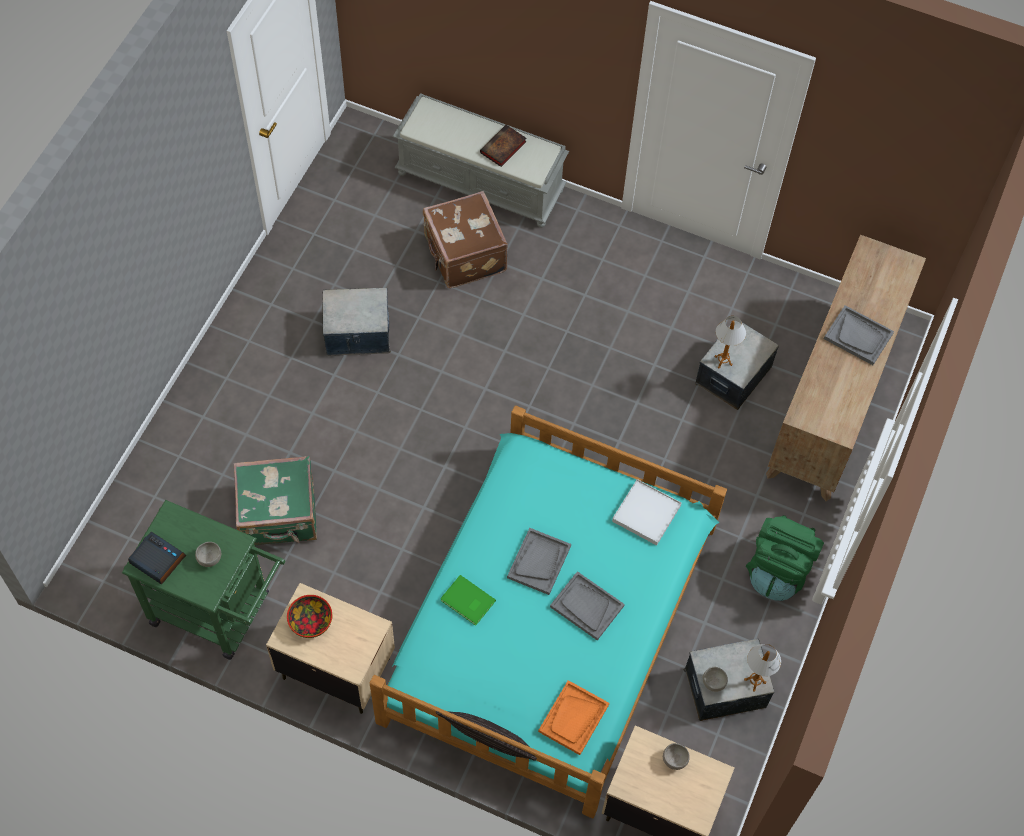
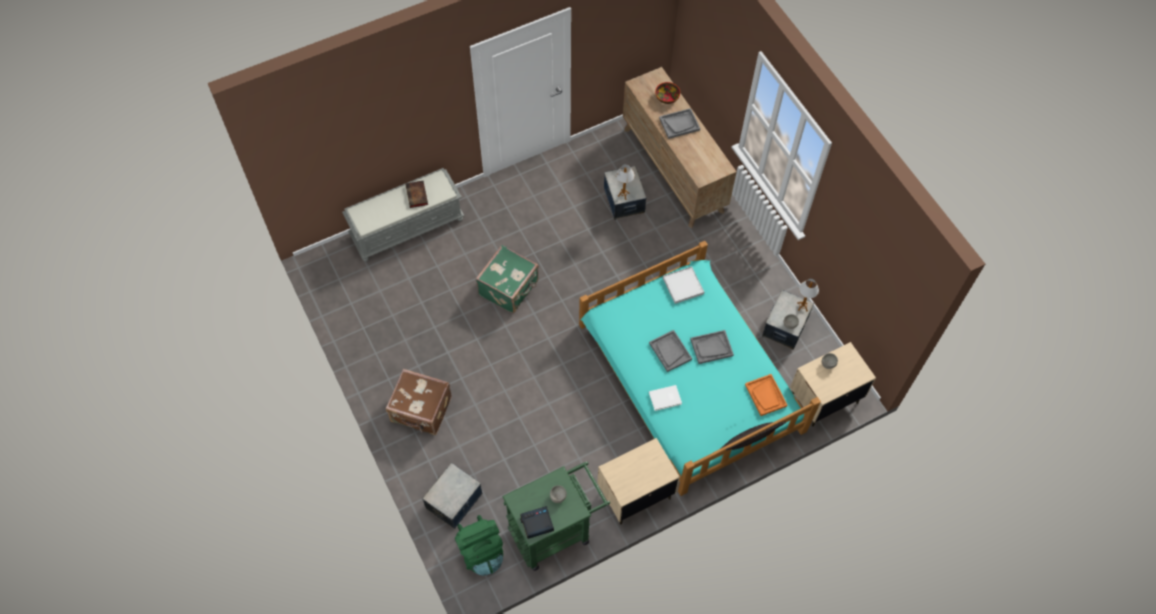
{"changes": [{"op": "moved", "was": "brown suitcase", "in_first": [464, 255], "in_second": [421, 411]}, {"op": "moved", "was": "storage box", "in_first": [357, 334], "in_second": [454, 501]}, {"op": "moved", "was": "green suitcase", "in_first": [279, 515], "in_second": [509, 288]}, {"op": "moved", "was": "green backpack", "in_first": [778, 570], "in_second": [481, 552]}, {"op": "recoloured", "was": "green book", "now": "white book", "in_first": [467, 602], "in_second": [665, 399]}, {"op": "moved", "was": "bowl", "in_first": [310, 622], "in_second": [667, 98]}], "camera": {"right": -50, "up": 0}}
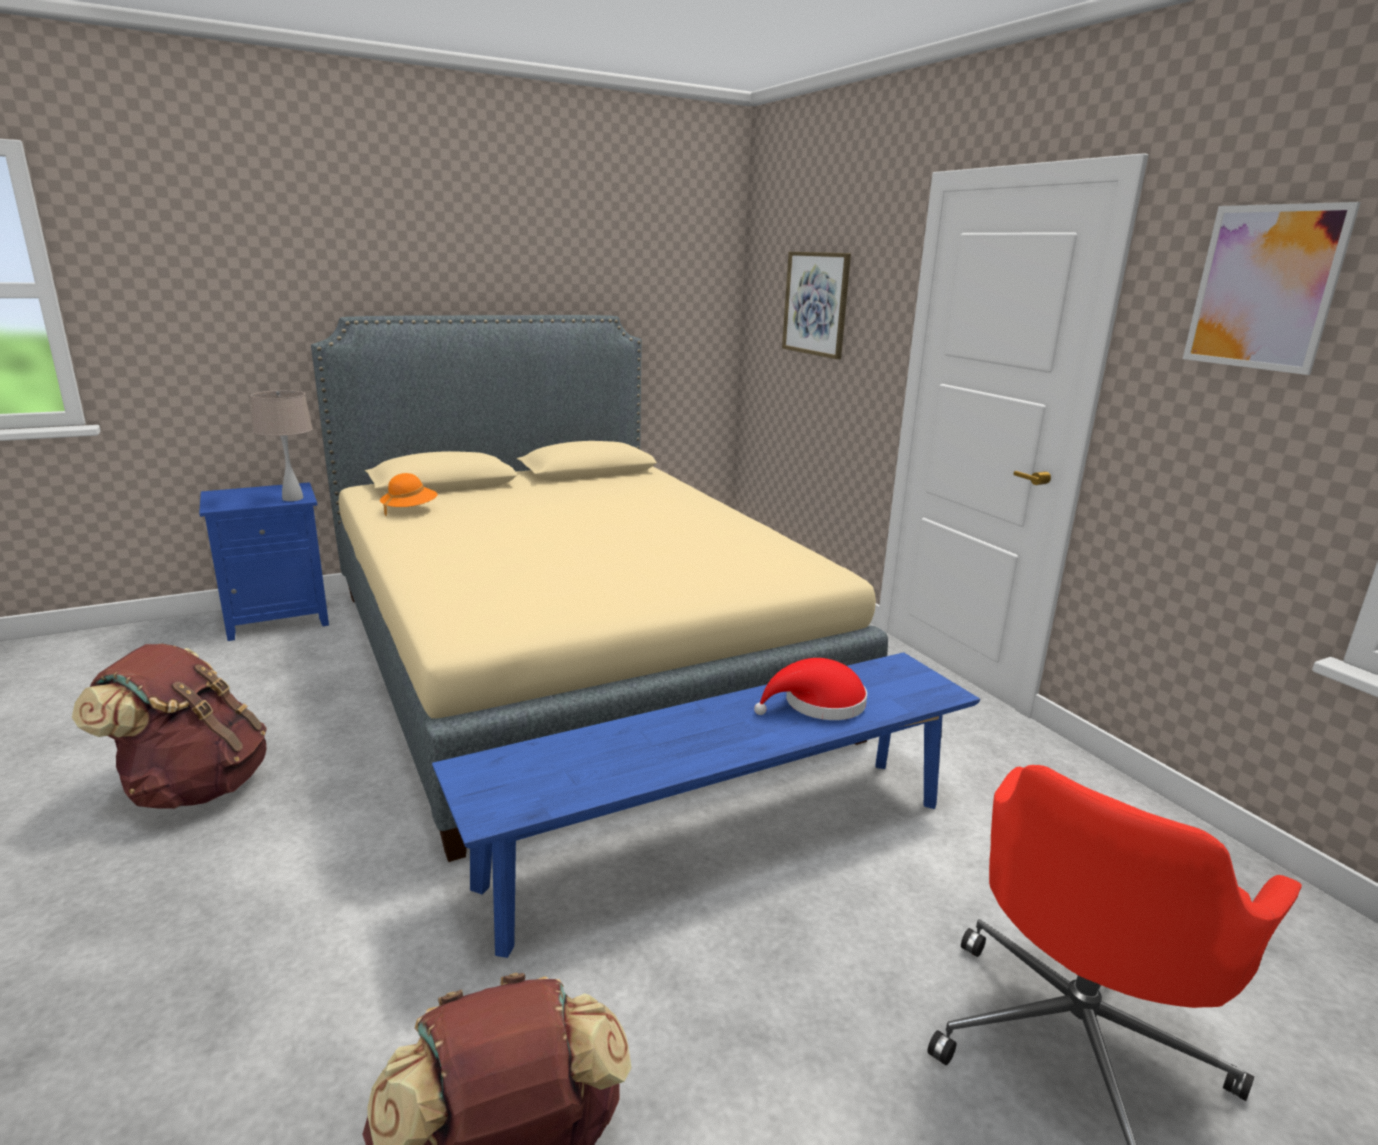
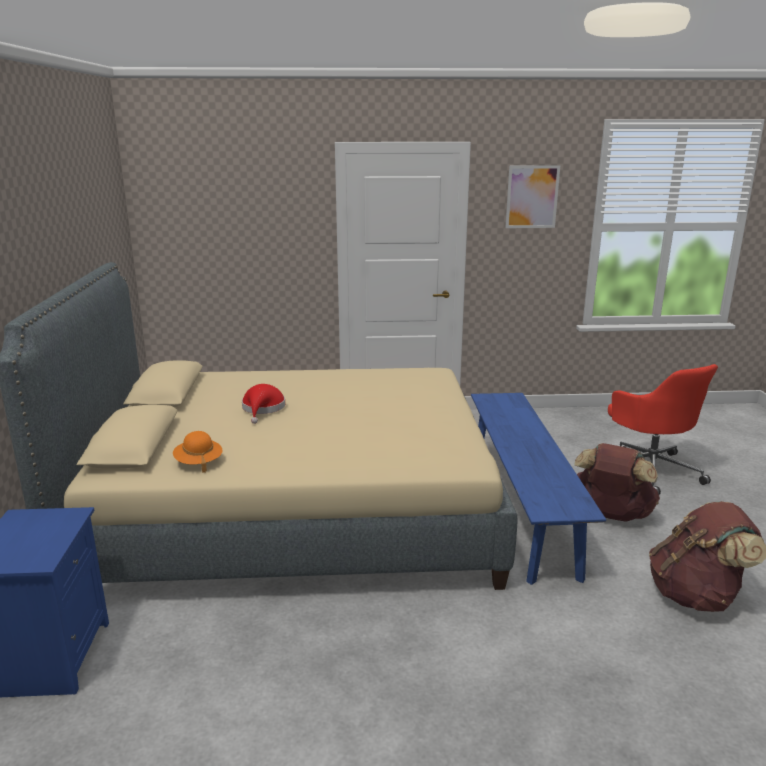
{"changes": [{"op": "removed", "was": "picture", "in_first": [816, 304]}, {"op": "removed", "was": "beige table lamp", "in_first": [292, 498]}, {"op": "moved", "was": "brown backpack", "in_first": [193, 787], "in_second": [610, 515]}, {"op": "moved", "was": "red hat", "in_first": [818, 704], "in_second": [263, 409]}], "camera": {"right": -65, "up": 0}}
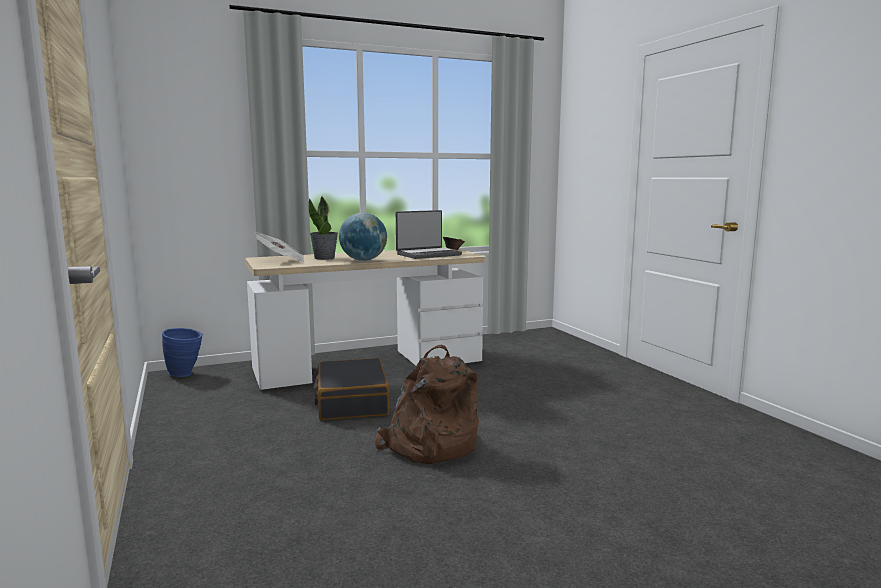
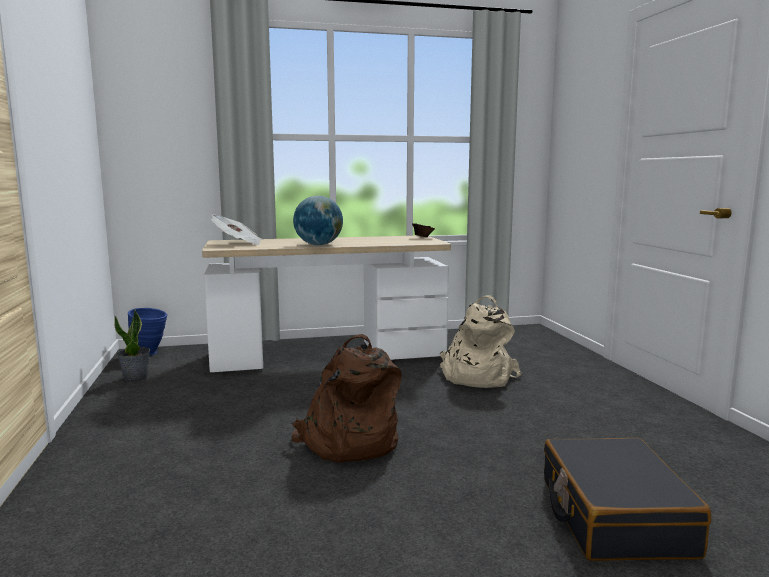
{"changes": [{"op": "moved", "was": "potted plant", "in_first": [324, 258], "in_second": [136, 378]}, {"op": "removed", "was": "laptop", "in_first": [428, 254]}, {"op": "moved", "was": "black suitcase", "in_first": [351, 402], "in_second": [613, 516]}, {"op": "added", "now": "beige backpack", "in_second": [475, 376]}], "camera": {"right": 10, "up": 0}}
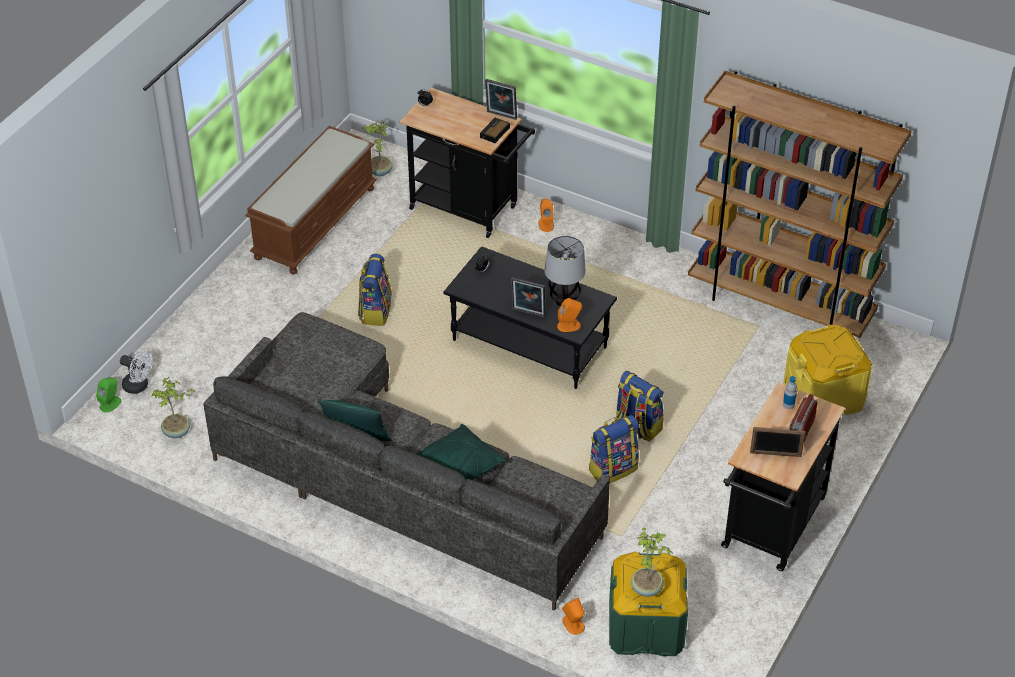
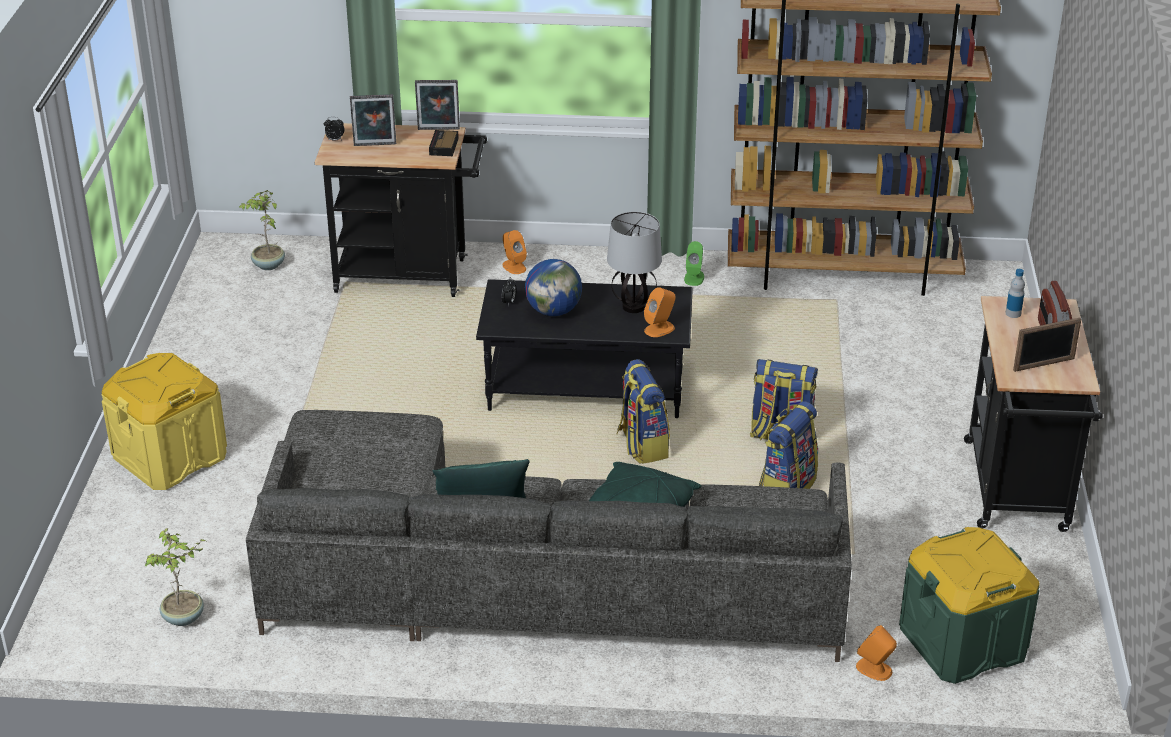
{"changes": [{"op": "removed", "was": "brown bench", "in_first": [315, 222]}, {"op": "moved", "was": "backpack", "in_first": [375, 311], "in_second": [642, 445]}, {"op": "moved", "was": "picture frame", "in_first": [528, 314], "in_second": [375, 145]}, {"op": "moved", "was": "yellow storage box", "in_first": [823, 396], "in_second": [170, 456]}, {"op": "removed", "was": "white fan", "in_first": [139, 386]}, {"op": "moved", "was": "green speaker", "in_first": [110, 404], "in_second": [694, 278]}, {"op": "removed", "was": "potted plant", "in_first": [647, 588]}, {"op": "added", "now": "globe", "in_second": [554, 311]}], "camera": {"right": -25, "up": -10}}
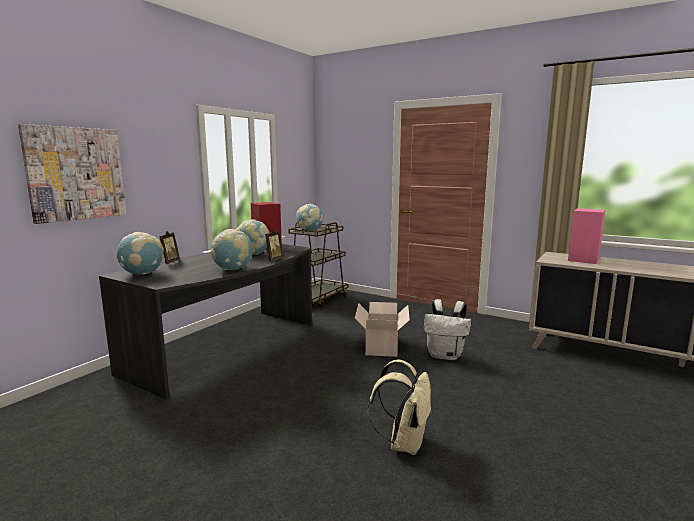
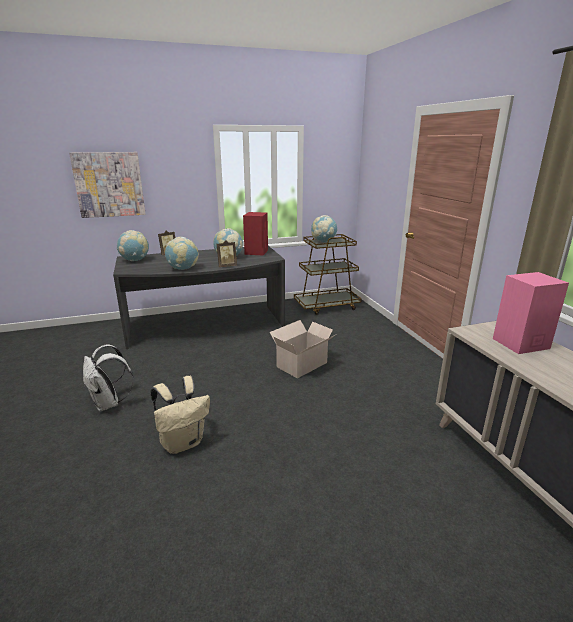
{"changes": [{"op": "moved", "was": "white backpack", "in_first": [445, 355], "in_second": [109, 403]}], "camera": {"right": 40, "up": 10}}
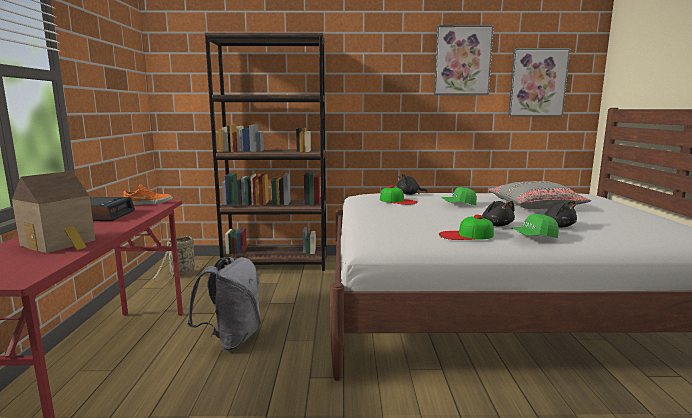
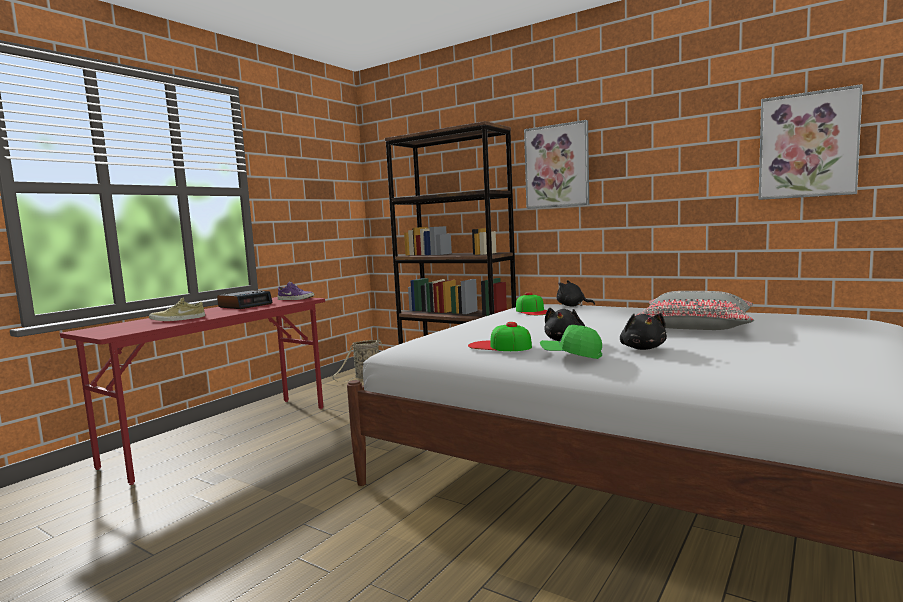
{"changes": [{"op": "moved", "was": "picture", "in_first": [462, 61], "in_second": [557, 166]}, {"op": "replaced", "was": "toy house", "now": "beige shoe", "in_first": [61, 243], "in_second": [178, 319]}, {"op": "recoloured", "was": "orange shoe", "now": "purple shoe", "in_first": [149, 203], "in_second": [296, 299]}, {"op": "removed", "was": "green cap", "in_first": [459, 204]}, {"op": "removed", "was": "grey backpack", "in_first": [231, 339]}], "camera": {"right": 35, "up": -5}}
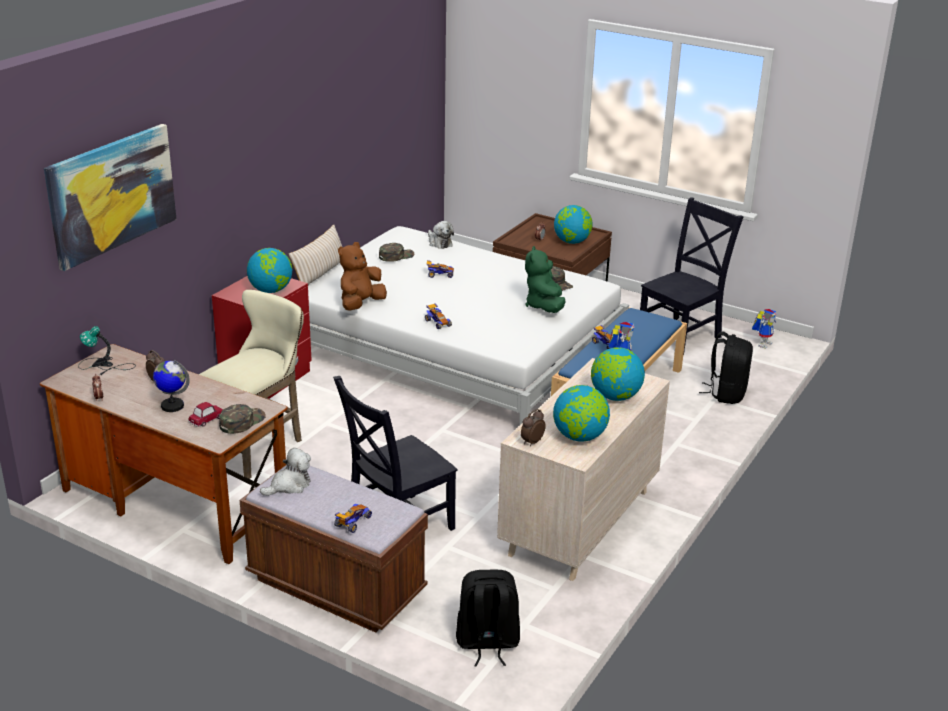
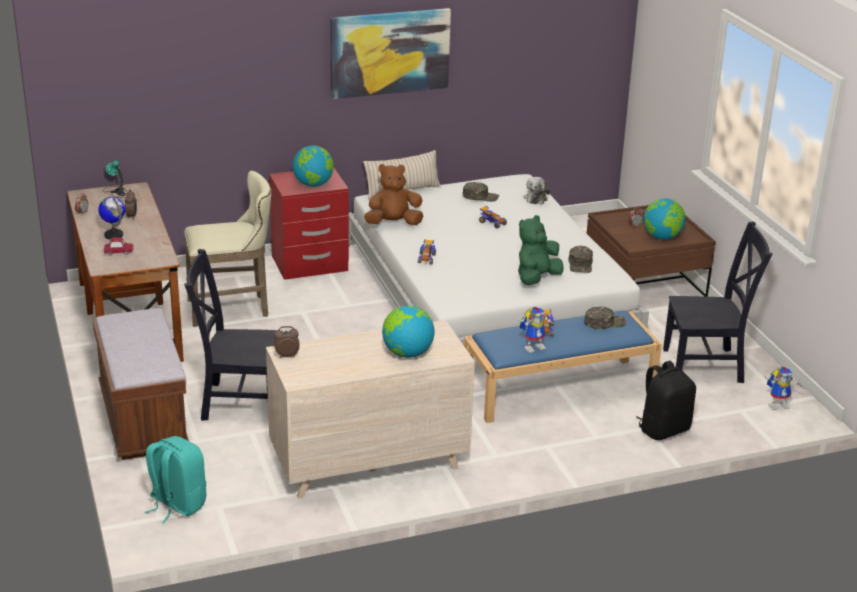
{"changes": [{"op": "moved", "was": "picture", "in_first": [112, 194], "in_second": [389, 52]}, {"op": "removed", "was": "globe", "in_first": [579, 437]}, {"op": "moved", "was": "green cap", "in_first": [241, 422], "in_second": [604, 322]}, {"op": "removed", "was": "plush toy", "in_first": [289, 485]}, {"op": "removed", "was": "toy car", "in_first": [352, 523]}, {"op": "recoloured", "was": "black backpack", "now": "turquoise backpack", "in_first": [487, 643], "in_second": [176, 504]}], "camera": {"right": 40, "up": 0}}
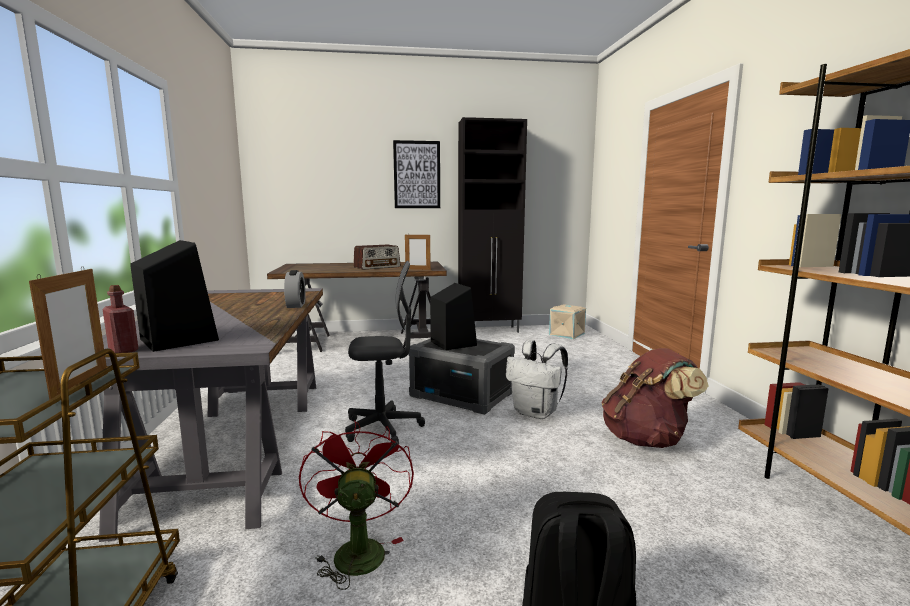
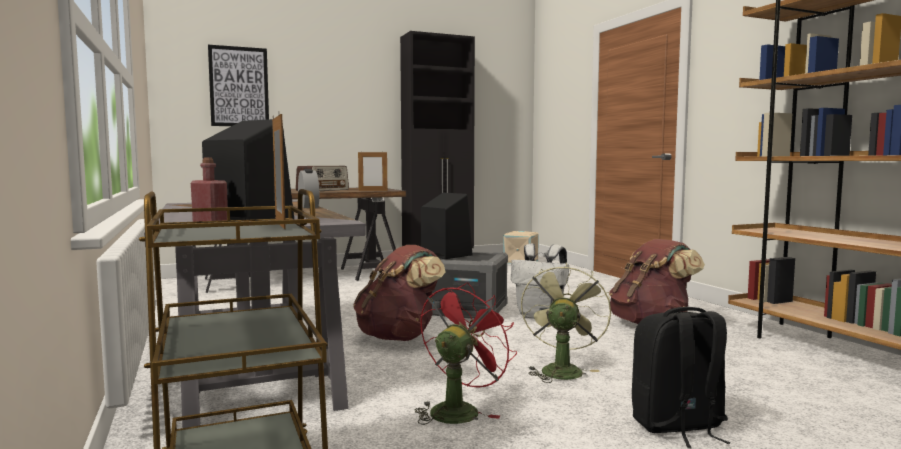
{"changes": [{"op": "moved", "was": "picture", "in_first": [417, 175], "in_second": [239, 87]}, {"op": "replaced", "was": "grey office chair", "now": "brown backpack", "in_first": [383, 428], "in_second": [399, 337]}, {"op": "turned", "was": "red fan", "in_first": [357, 549], "in_second": [459, 410], "clockwise": 60}, {"op": "added", "now": "green fan", "in_second": [561, 369]}], "camera": {"right": -15, "up": -5}}
